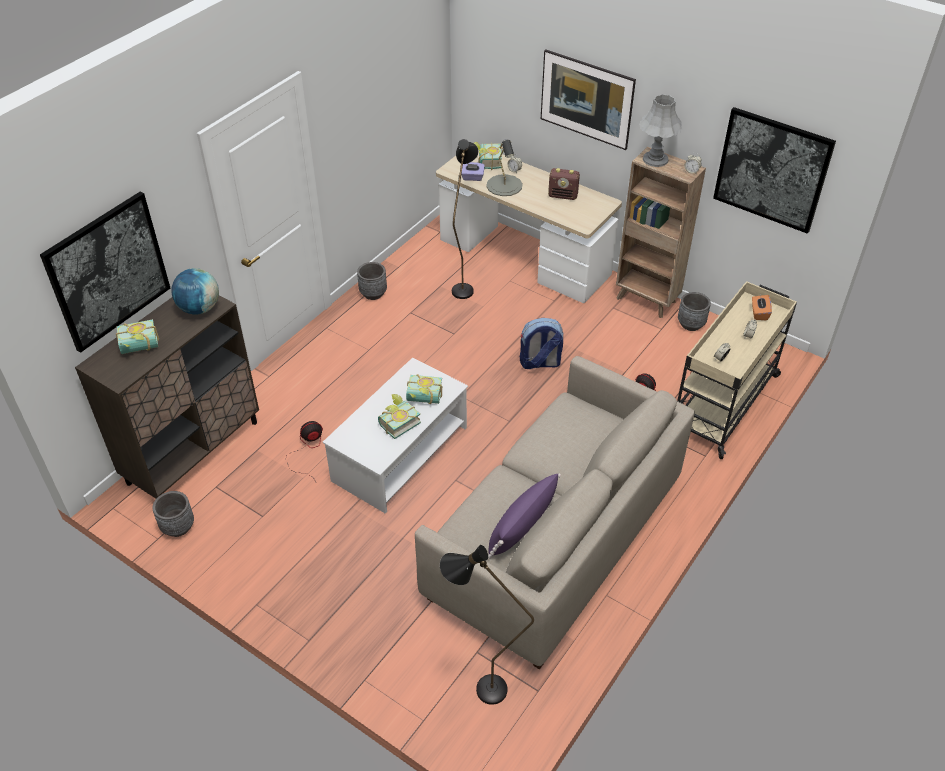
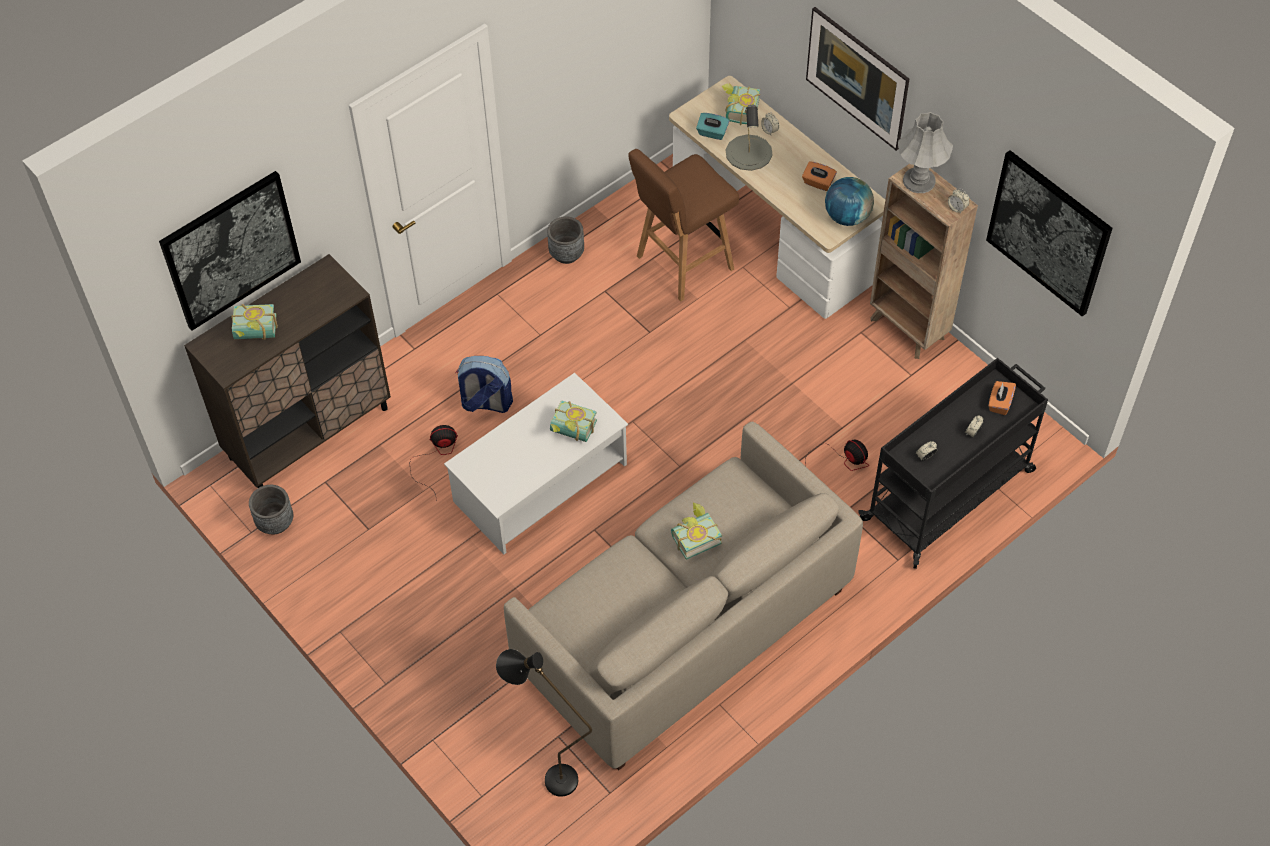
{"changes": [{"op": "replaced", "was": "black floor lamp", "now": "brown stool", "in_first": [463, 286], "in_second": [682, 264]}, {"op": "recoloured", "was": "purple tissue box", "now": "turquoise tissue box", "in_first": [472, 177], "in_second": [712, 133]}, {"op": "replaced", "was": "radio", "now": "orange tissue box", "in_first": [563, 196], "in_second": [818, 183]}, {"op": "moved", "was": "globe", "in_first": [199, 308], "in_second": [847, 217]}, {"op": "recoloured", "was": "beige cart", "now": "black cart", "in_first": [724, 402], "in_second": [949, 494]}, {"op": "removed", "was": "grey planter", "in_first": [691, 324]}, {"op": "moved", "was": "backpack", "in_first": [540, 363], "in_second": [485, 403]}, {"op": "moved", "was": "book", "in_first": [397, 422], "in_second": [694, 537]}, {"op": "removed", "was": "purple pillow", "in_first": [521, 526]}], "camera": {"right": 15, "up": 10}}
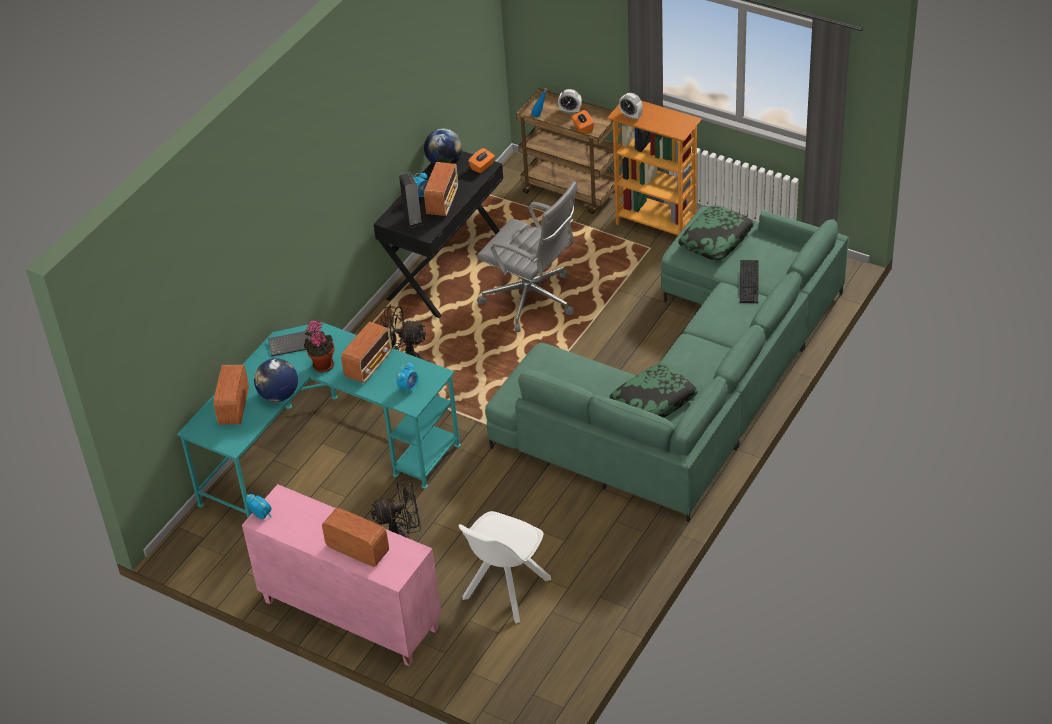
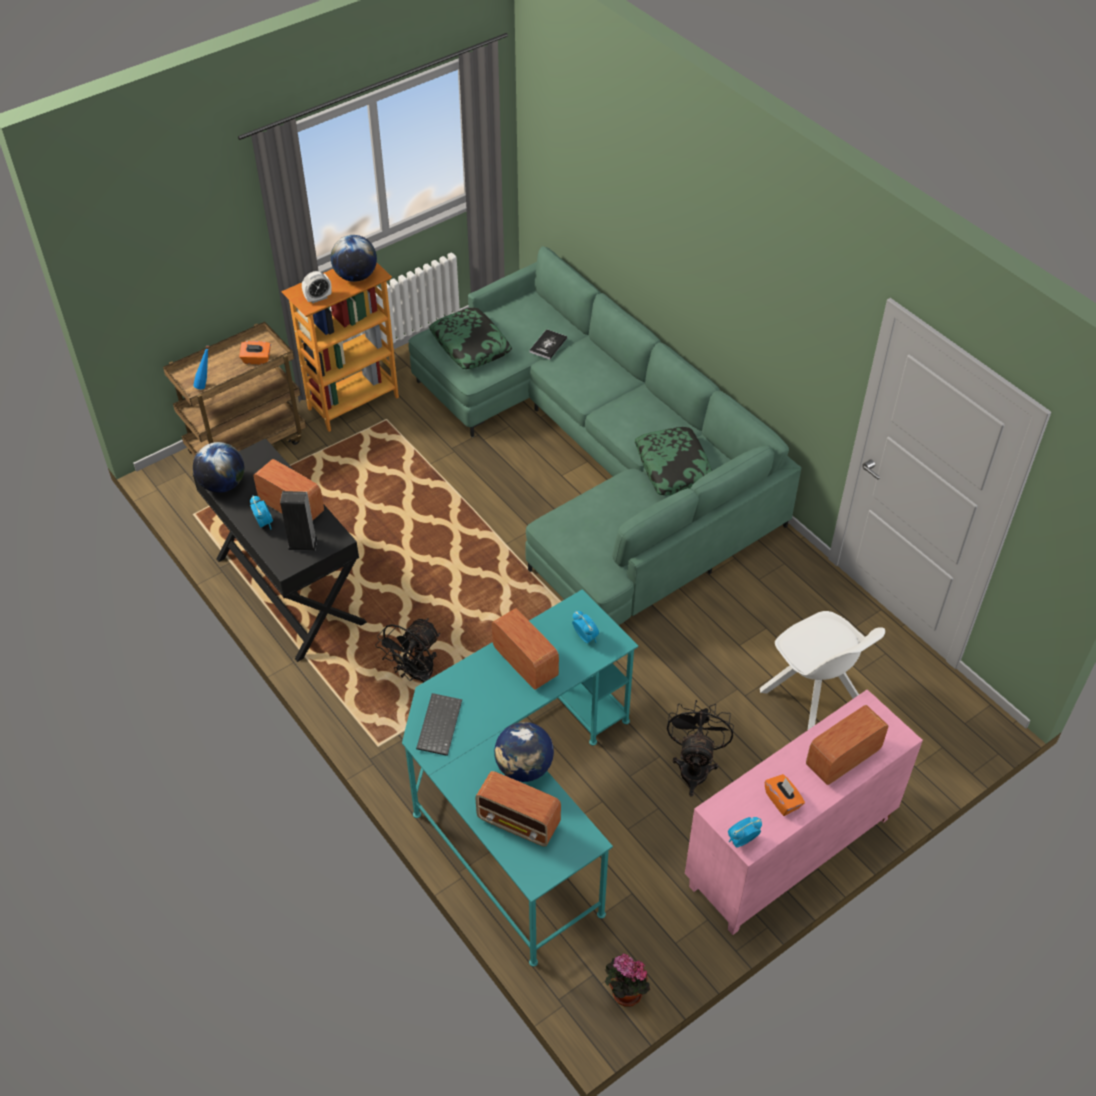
{"changes": [{"op": "removed", "was": "alarm clock", "in_first": [570, 111]}, {"op": "moved", "was": "orange tissue box", "in_first": [482, 167], "in_second": [782, 801]}, {"op": "removed", "was": "grey office chair", "in_first": [532, 300]}, {"op": "replaced", "was": "keyboard", "now": "book", "in_first": [749, 281], "in_second": [548, 345]}, {"op": "moved", "was": "potted plant", "in_first": [322, 364], "in_second": [624, 994]}, {"op": "added", "now": "globe", "in_second": [356, 276]}], "camera": {"right": -70, "up": 5}}
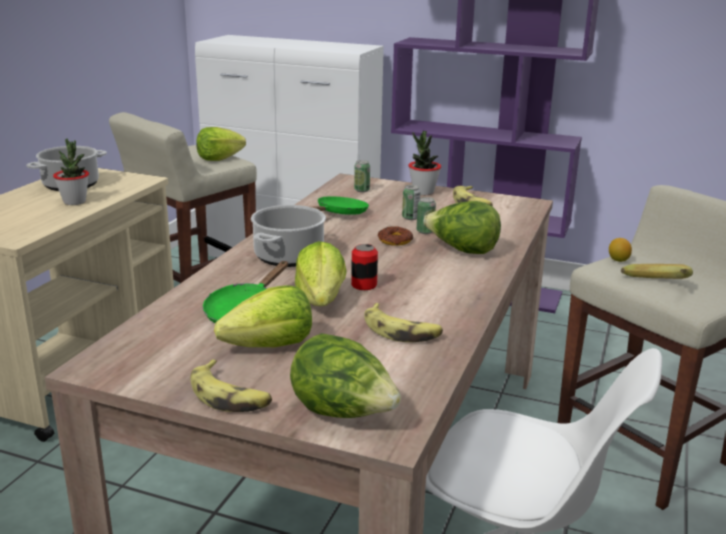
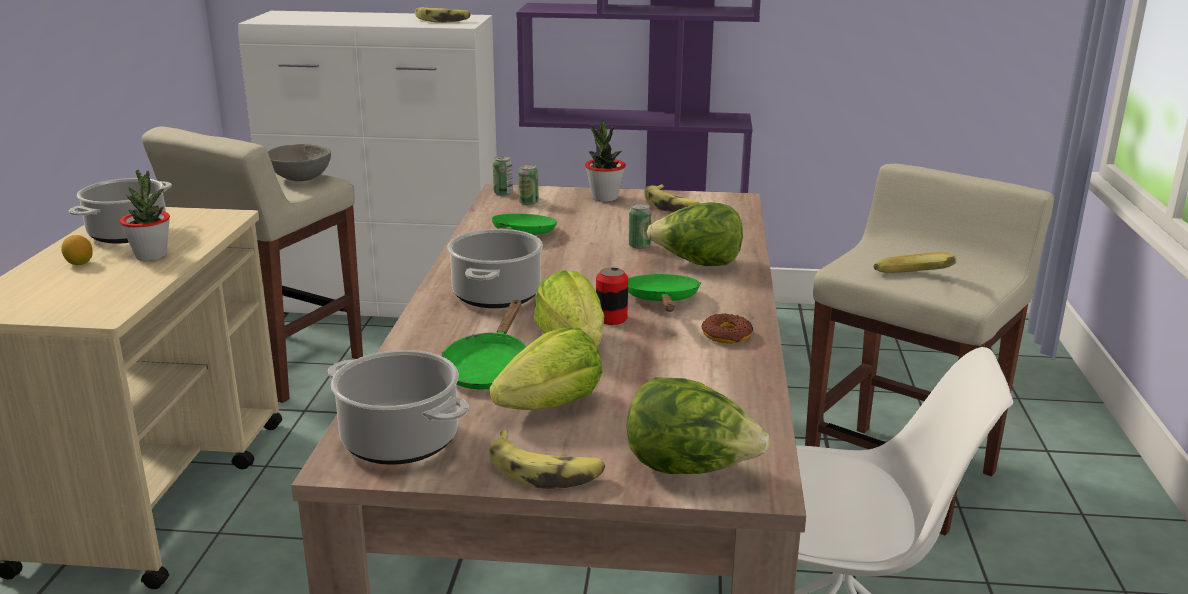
{"changes": [{"op": "replaced", "was": "lettuce", "now": "grey bowl", "in_first": [219, 158], "in_second": [300, 178]}, {"op": "moved", "was": "can", "in_first": [410, 218], "in_second": [503, 193]}, {"op": "moved", "was": "donut", "in_first": [395, 240], "in_second": [727, 335]}, {"op": "moved", "was": "lemon", "in_first": [618, 260], "in_second": [79, 263]}, {"op": "moved", "was": "banana", "in_first": [401, 331], "in_second": [442, 20]}, {"op": "added", "now": "green frying pan", "in_second": [662, 301]}, {"op": "added", "now": "cooking pot", "in_second": [401, 440]}], "camera": {"right": -15, "up": 0}}
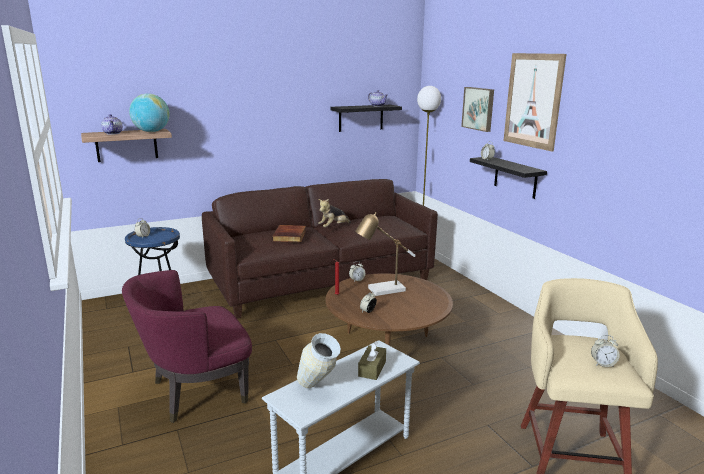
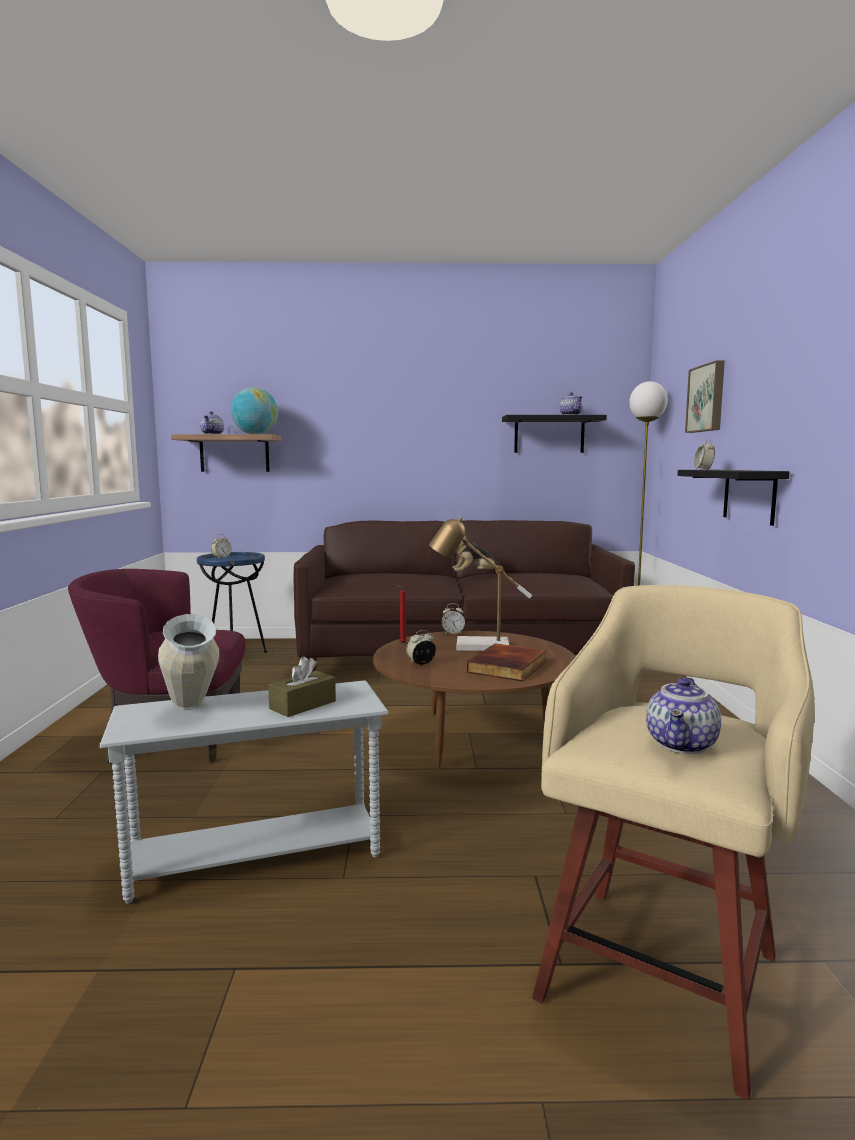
{"changes": [{"op": "removed", "was": "picture", "in_first": [533, 100]}, {"op": "moved", "was": "book", "in_first": [290, 236], "in_second": [509, 667]}, {"op": "replaced", "was": "alarm clock", "now": "teapot", "in_first": [603, 364], "in_second": [683, 745]}], "camera": {"right": 25, "up": -10}}
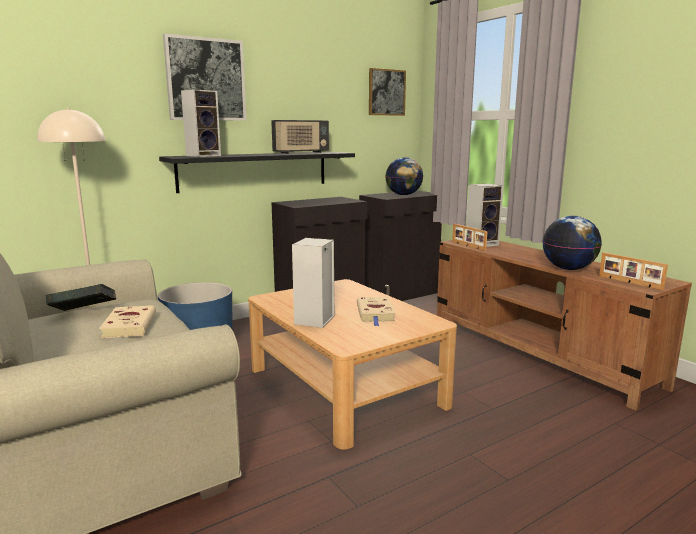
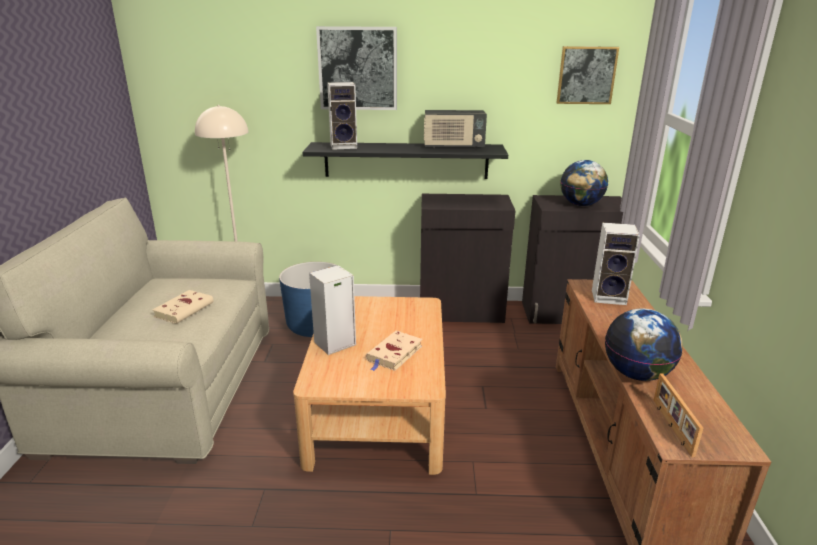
{"changes": [{"op": "removed", "was": "picture frame", "in_first": [468, 246]}, {"op": "removed", "was": "book", "in_first": [84, 314]}], "camera": {"right": 35, "up": 10}}
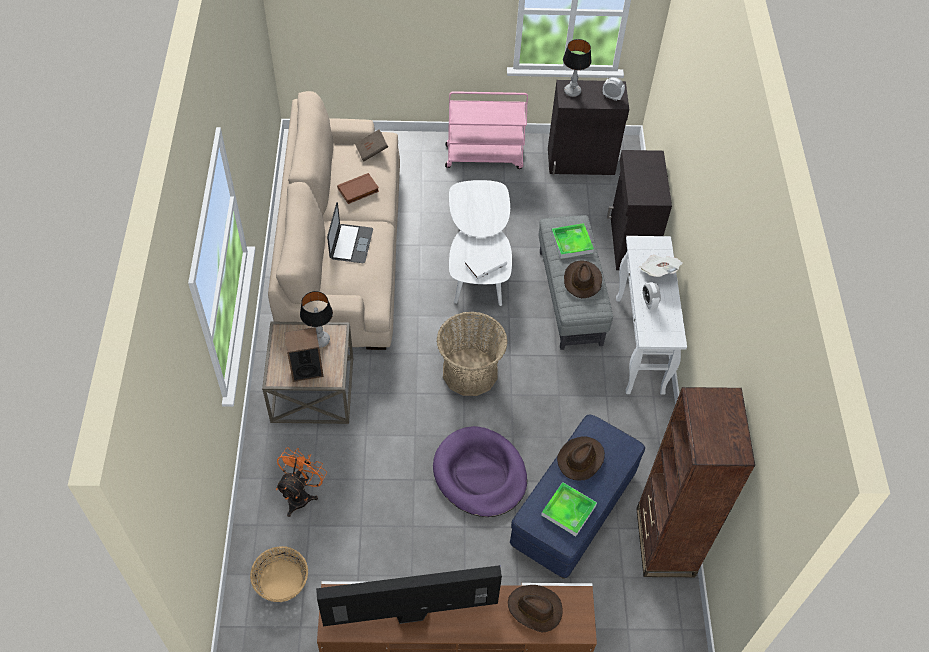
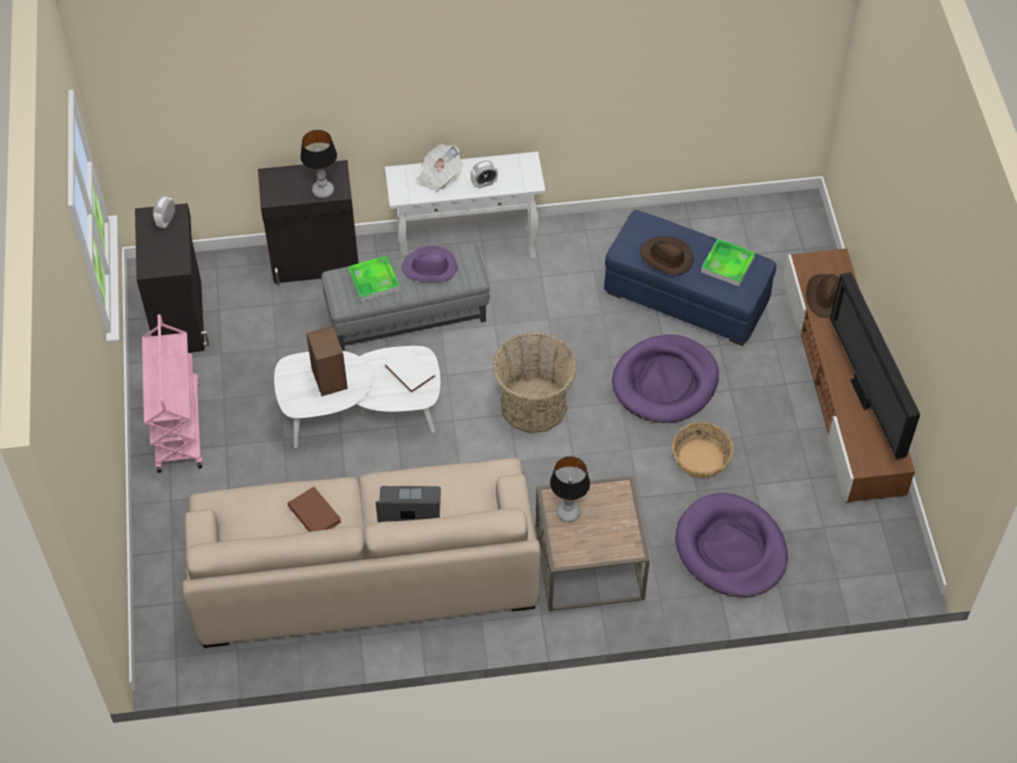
{"changes": [{"op": "moved", "was": "table lamp", "in_first": [572, 91], "in_second": [323, 191]}, {"op": "removed", "was": "brown book", "in_first": [372, 151]}, {"op": "recoloured", "was": "brown hat", "now": "purple hat", "in_first": [582, 280], "in_second": [430, 268]}, {"op": "moved", "was": "speaker", "in_first": [306, 369], "in_second": [329, 379]}, {"op": "removed", "was": "brown bookcase", "in_first": [664, 542]}, {"op": "replaced", "was": "orange fan", "now": "purple dog bed", "in_first": [301, 494], "in_second": [731, 549]}, {"op": "moved", "was": "basket", "in_first": [281, 581], "in_second": [701, 459]}], "camera": {"right": -95, "up": 0}}
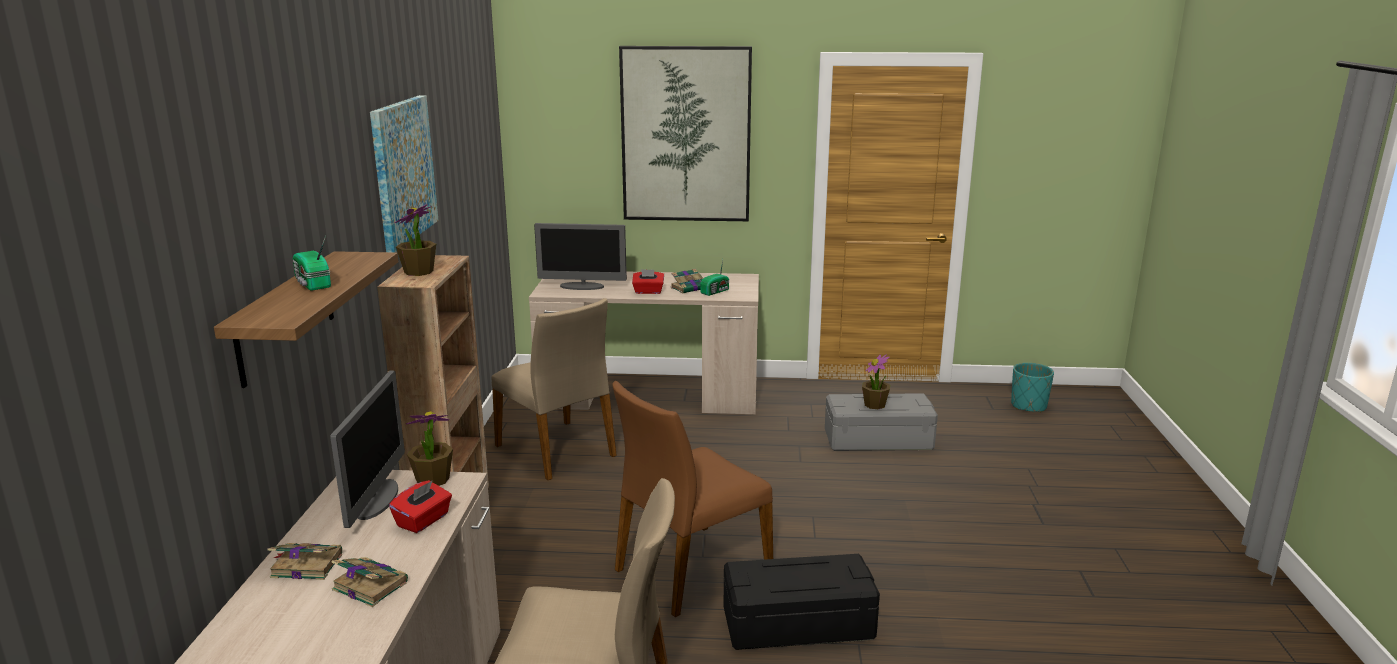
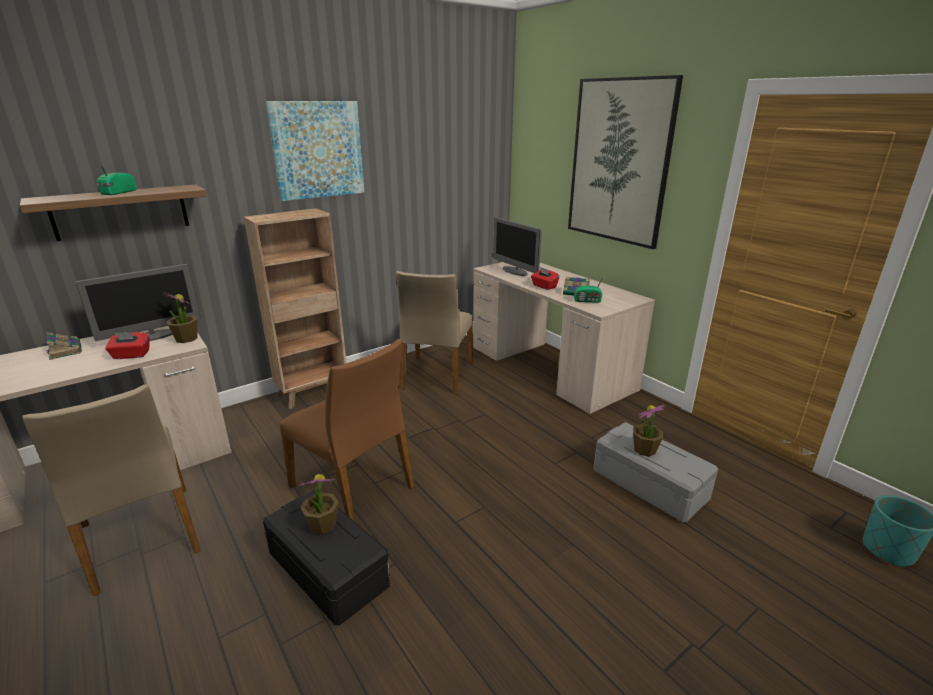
{"changes": [{"op": "moved", "was": "potted plant", "in_first": [418, 272], "in_second": [322, 525]}, {"op": "turned", "was": "brown chair", "in_first": [690, 570], "in_second": [354, 486], "clockwise": -150}, {"op": "removed", "was": "book", "in_first": [369, 585]}], "camera": {"right": 50, "up": 5}}
